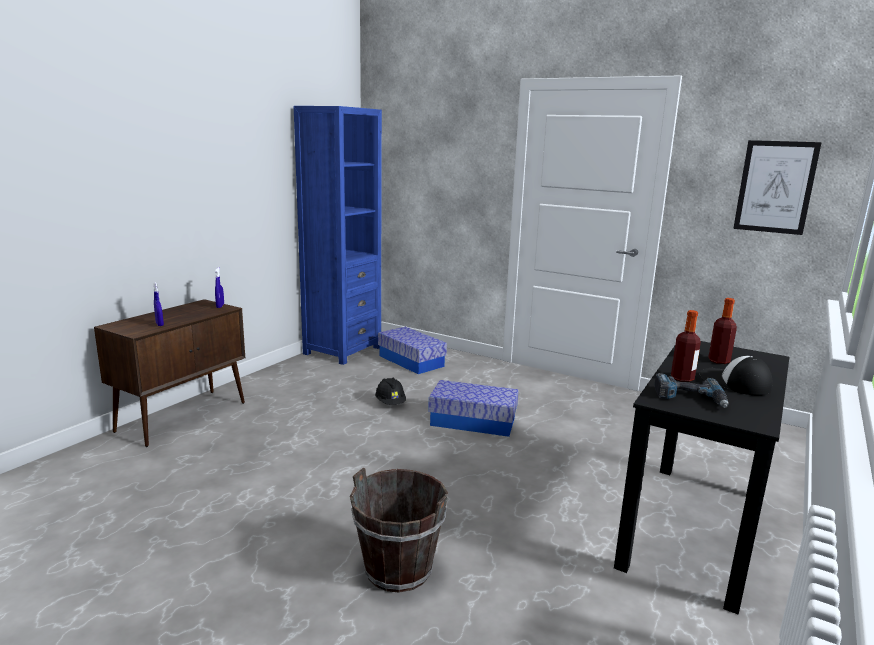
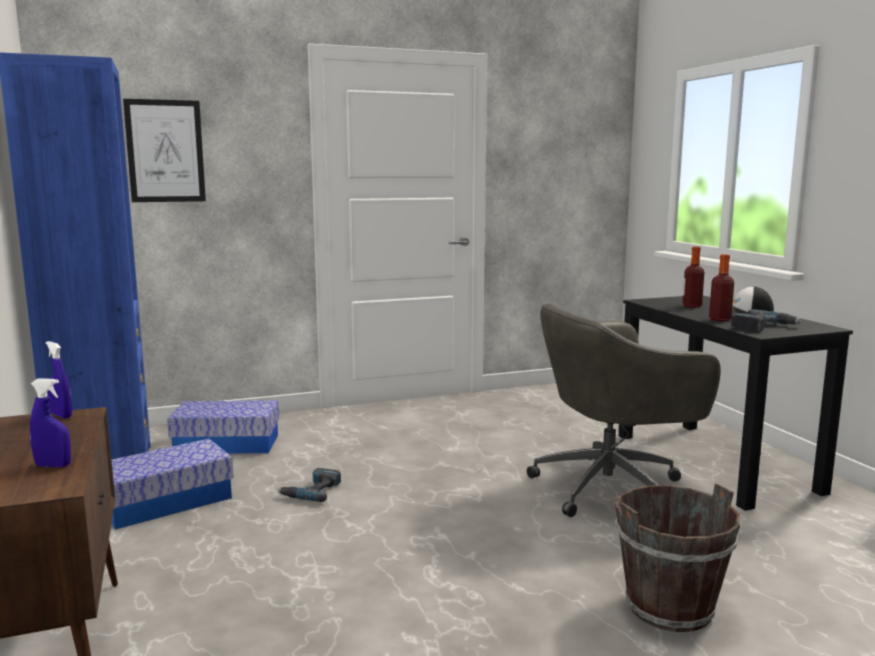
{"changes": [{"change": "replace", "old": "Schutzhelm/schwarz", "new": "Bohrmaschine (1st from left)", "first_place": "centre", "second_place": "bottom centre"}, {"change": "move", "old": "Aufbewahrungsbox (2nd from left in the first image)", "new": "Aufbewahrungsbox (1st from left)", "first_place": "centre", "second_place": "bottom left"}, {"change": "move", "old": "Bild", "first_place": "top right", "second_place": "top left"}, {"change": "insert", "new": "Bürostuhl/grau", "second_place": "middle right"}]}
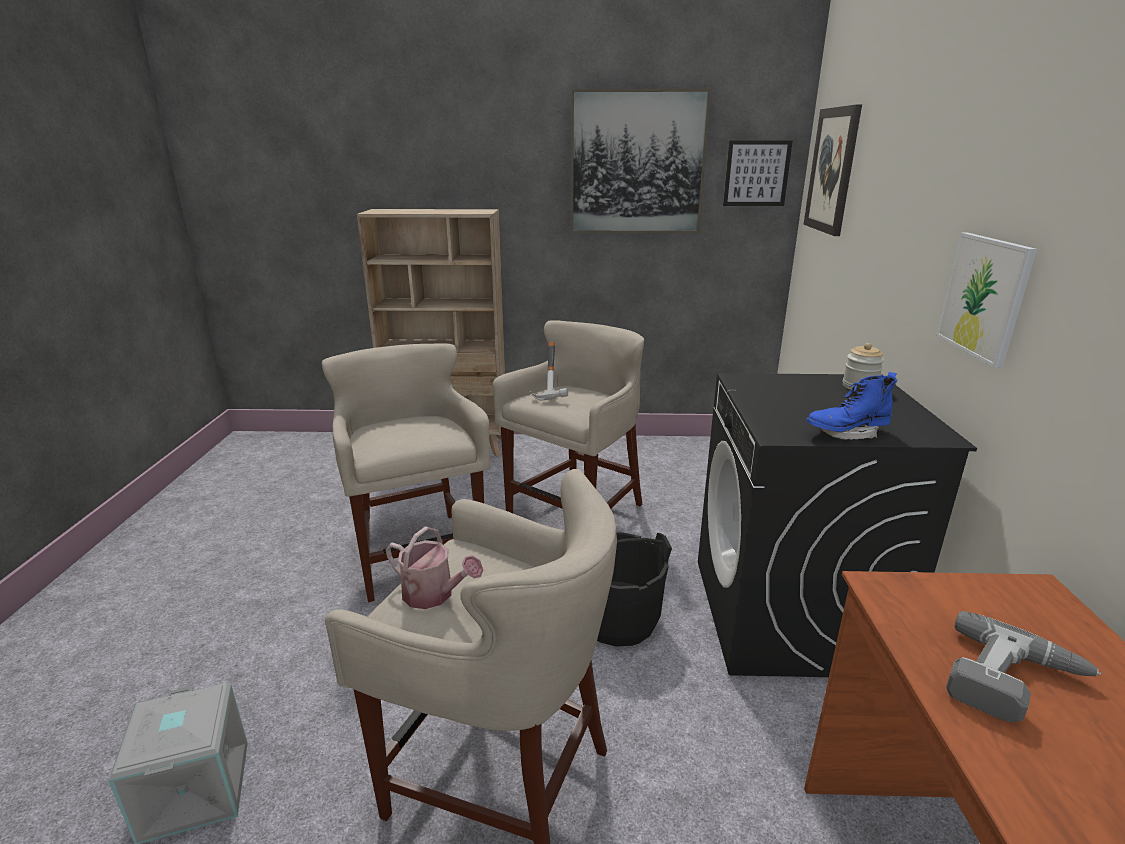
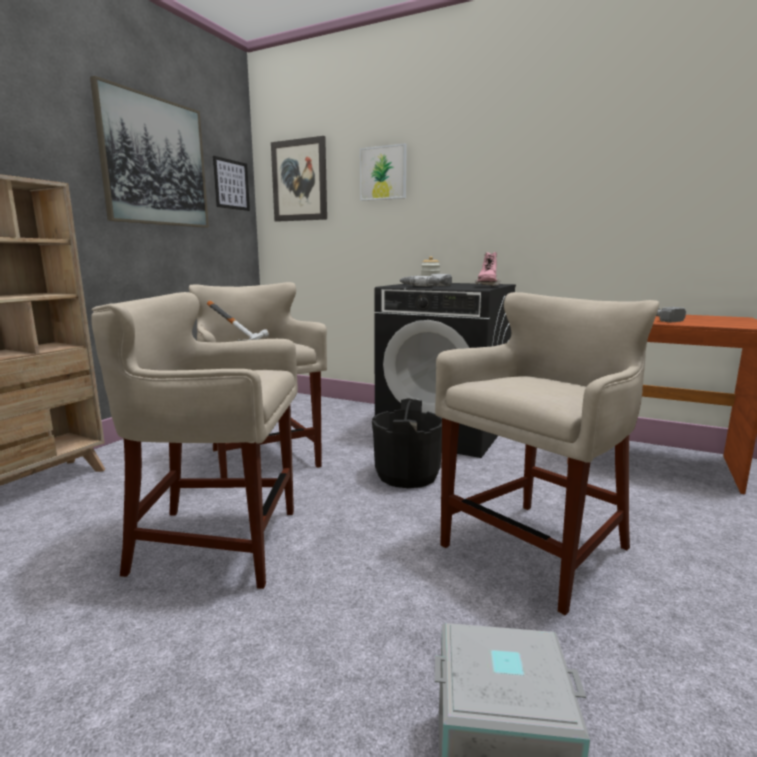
{"changes": [{"change": "delete", "old": "Gießkanne", "first_place": "bottom centre"}, {"change": "recolor", "old": "Stiefel/blau", "new": "Stiefel/rosa", "first_place": "middle right", "second_place": "centre"}, {"change": "move", "old": "Bild (4th from left)", "first_place": "middle right", "second_place": "top centre"}, {"change": "insert", "new": "Bohrmaschine (1st from left)", "second_place": "centre"}]}
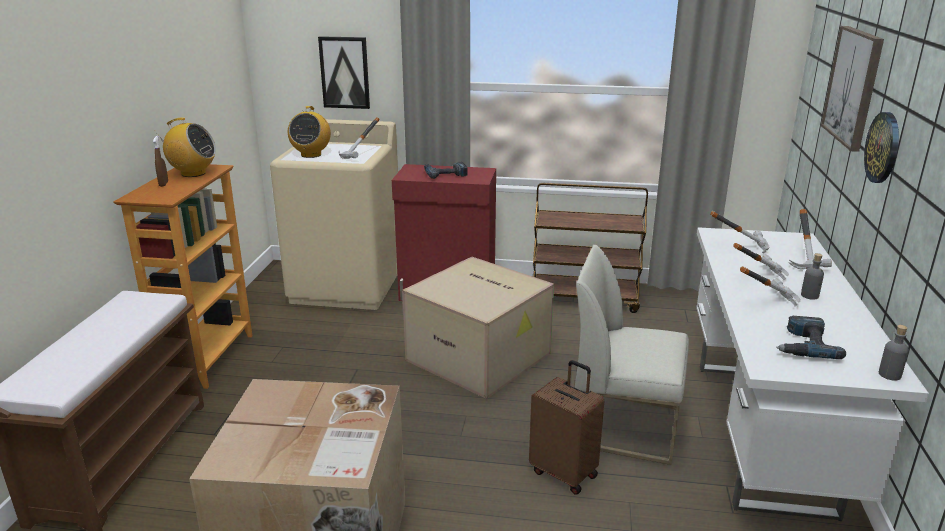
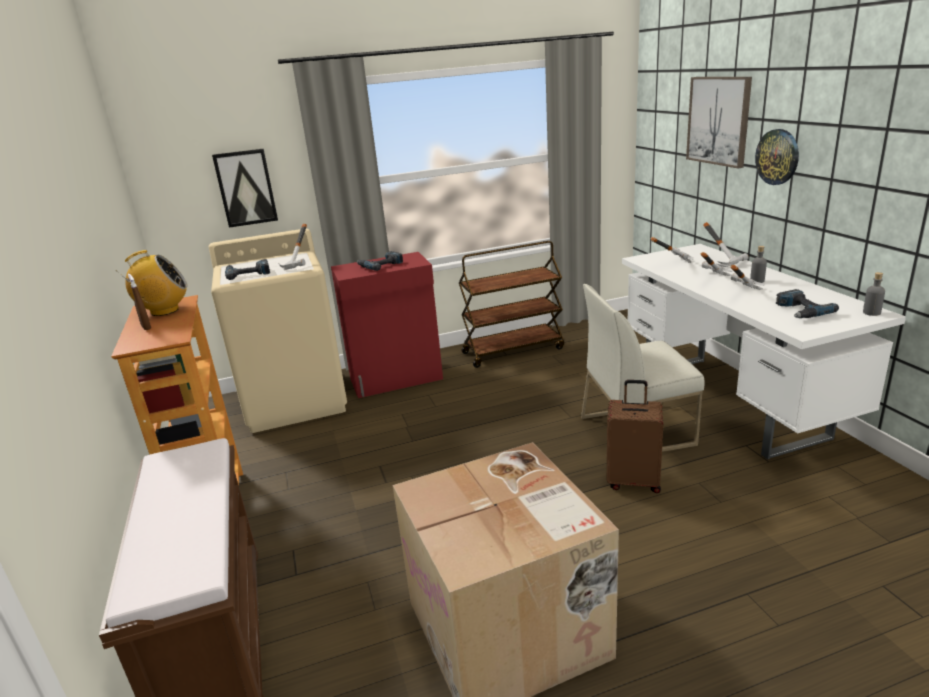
{"changes": [{"change": "replace", "old": "Radio (2nd from left)", "new": "Bohrmaschine (1st from left)", "first_place": "top left", "second_place": "middle left"}, {"change": "delete", "old": "Karton (2nd from left)", "first_place": "centre"}]}
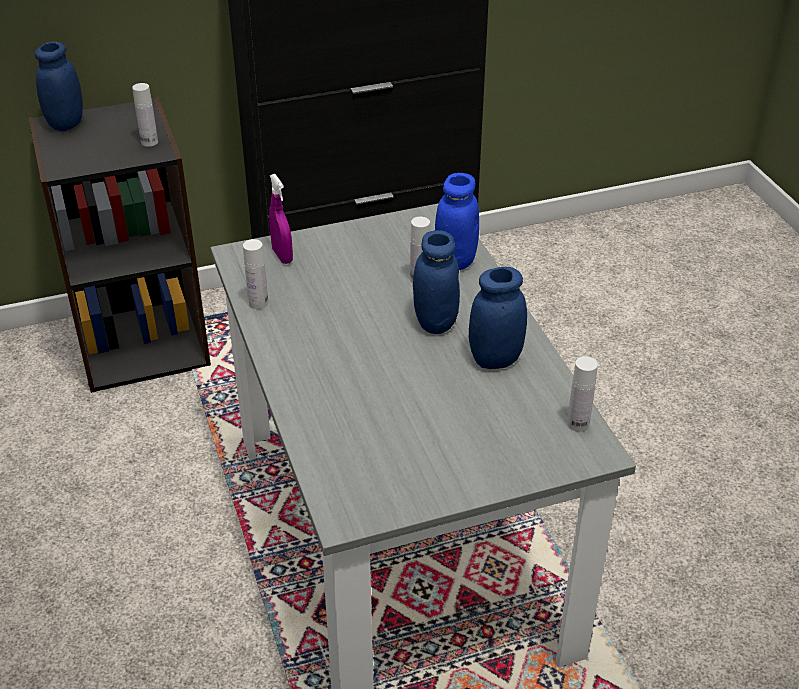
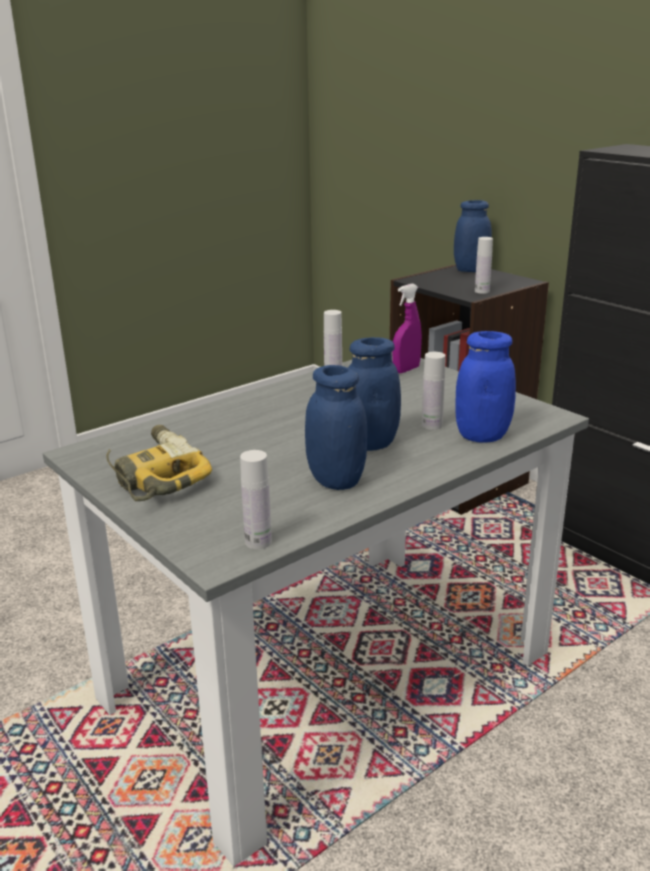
{"changes": [{"change": "insert", "new": "Bohrmaschine", "second_place": "middle left"}]}
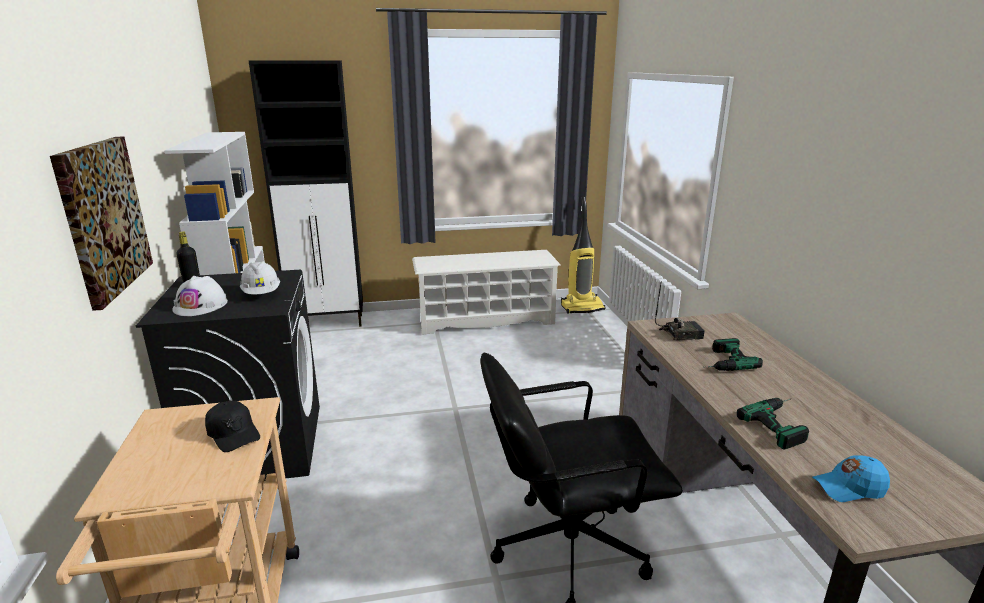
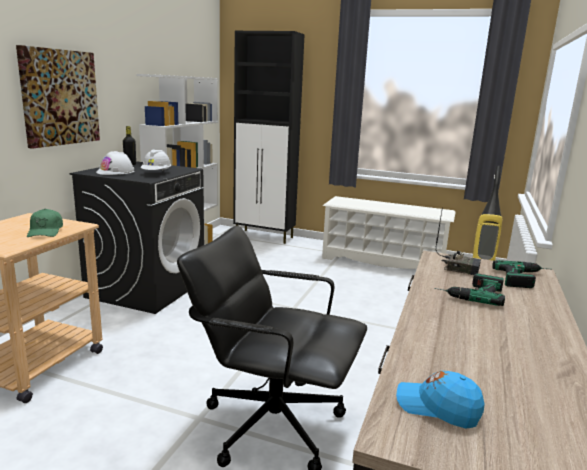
{"changes": [{"change": "recolor", "old": "Kappe/schwarz", "new": "Kappe/grün", "first_place": "bottom left", "second_place": "middle left"}, {"change": "move", "old": "Bohrmaschine (2nd from left)", "first_place": "bottom right", "second_place": "middle right"}]}
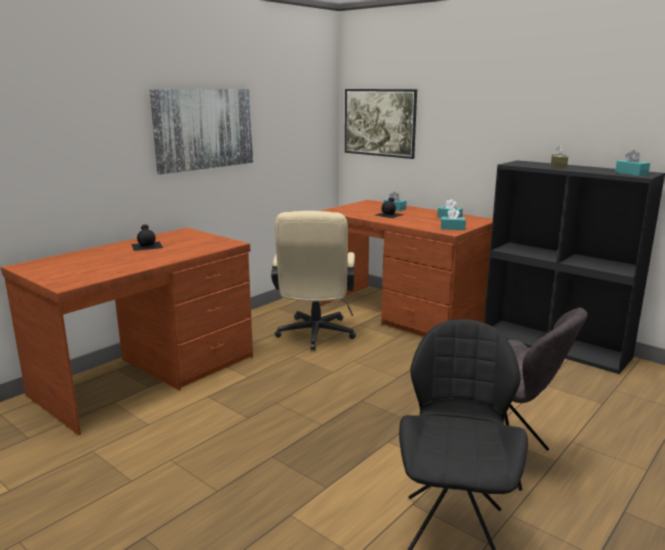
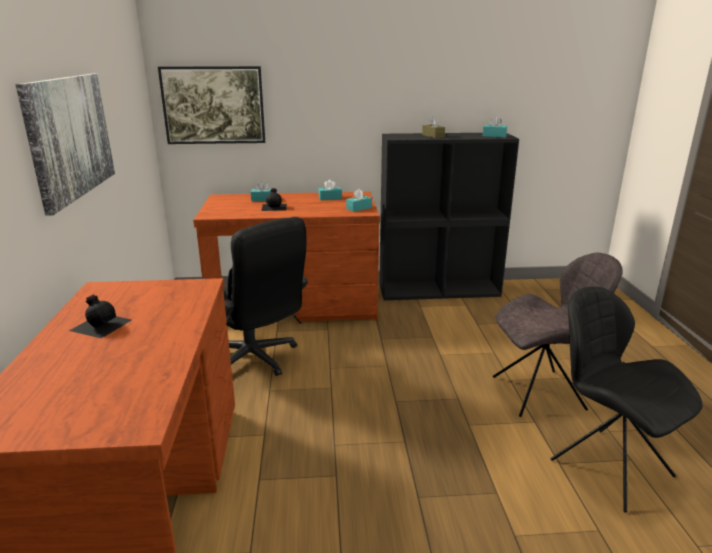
{"changes": [{"change": "recolor", "old": "Bürostuhl/beige", "new": "Bürostuhl/schwarz", "first_place": "centre", "second_place": "centre"}]}
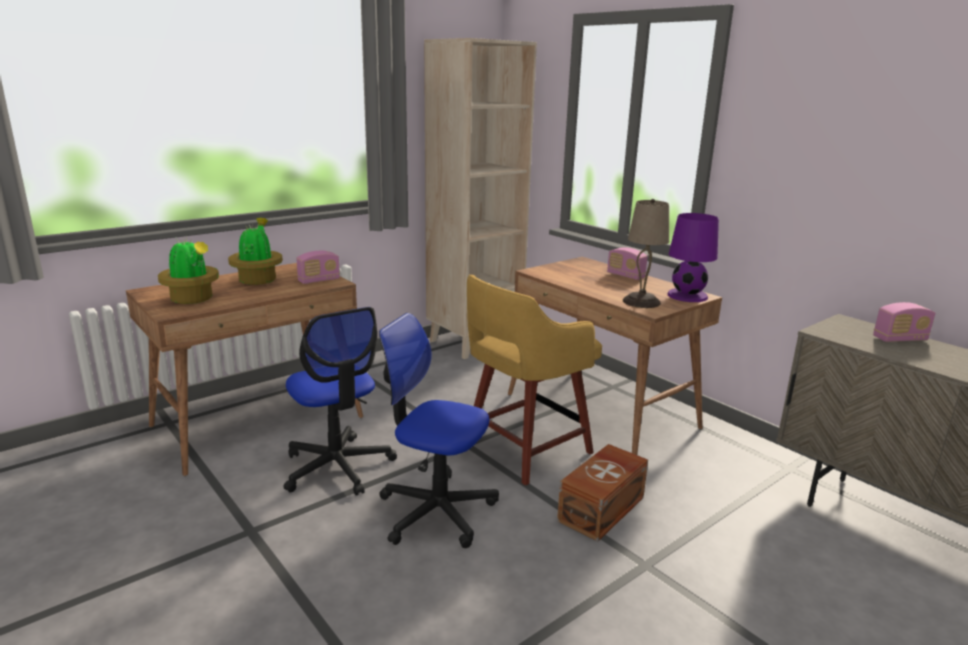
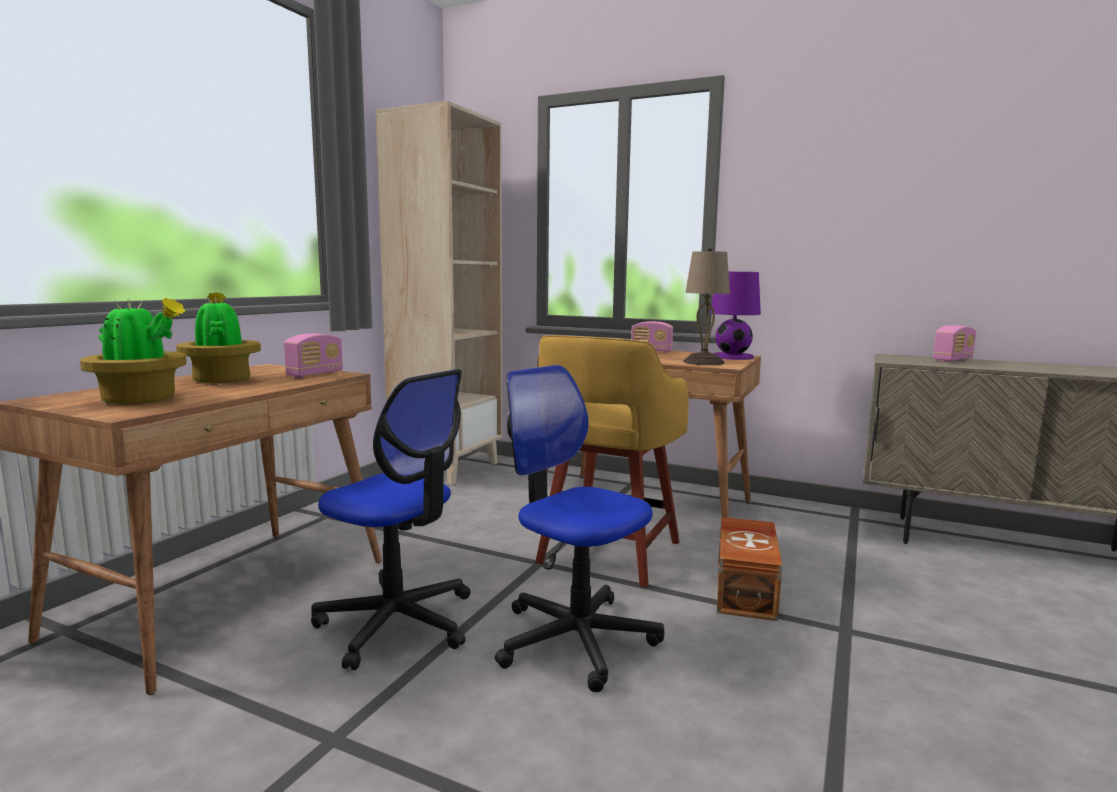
{"changes": [{"change": "rotate", "old": "Bürostuhl (2nd from left)", "first_place": "bottom centre", "second_place": "bottom centre", "degrees": 45}]}
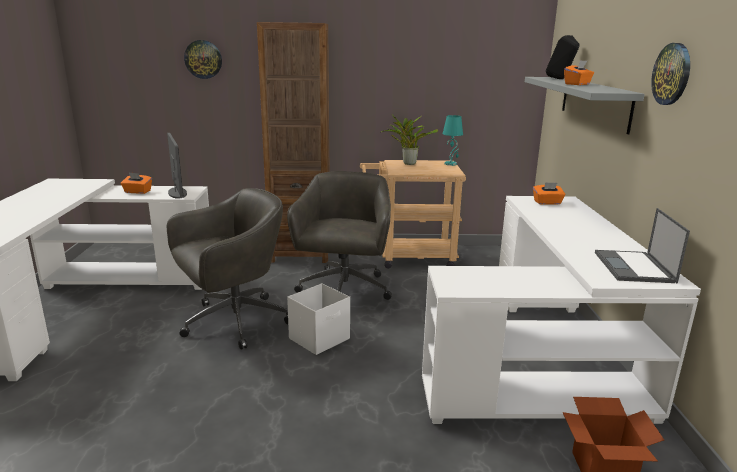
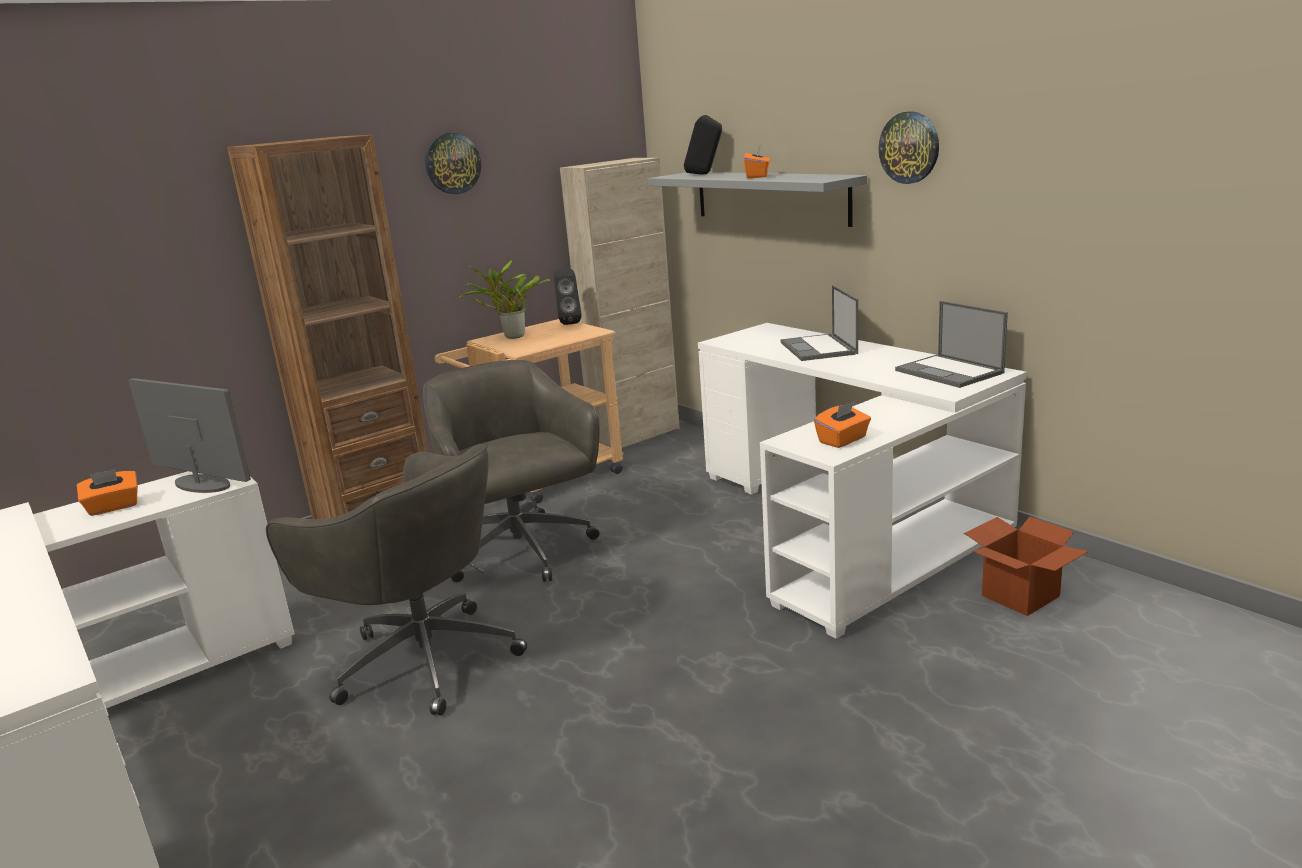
{"changes": [{"change": "rotate", "old": "Bürostuhl/grau (1st from left)", "first_place": "middle left", "second_place": "bottom left", "degrees": 105}, {"change": "move", "old": "Wanduhr (1st from left)", "first_place": "top left", "second_place": "top centre"}, {"change": "delete", "old": "Aufbewahrungsbox/weiß", "first_place": "bottom centre"}, {"change": "replace", "old": "Tischlampe/türkis", "new": "Lautsprecher/schwarz (1st from left)", "first_place": "top centre", "second_place": "centre"}, {"change": "move", "old": "Taschentuchbox/orange (2nd from left in the first image)", "new": "Taschentuchbox/orange (3rd from left)", "first_place": "middle right", "second_place": "centre"}, {"change": "insert", "new": "Schrank/beige", "second_place": "centre"}, {"change": "insert", "new": "Laptop (1st from left)", "second_place": "centre"}]}
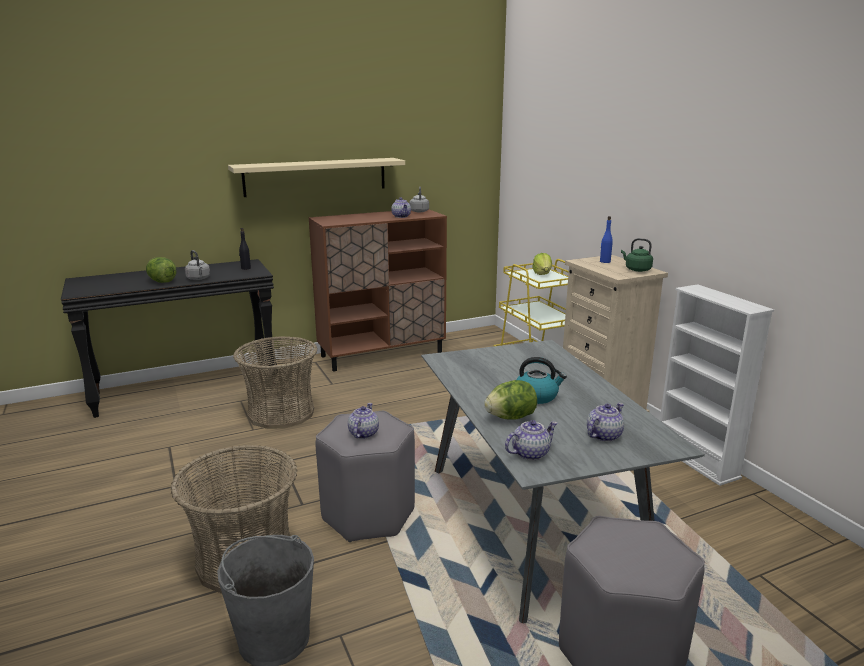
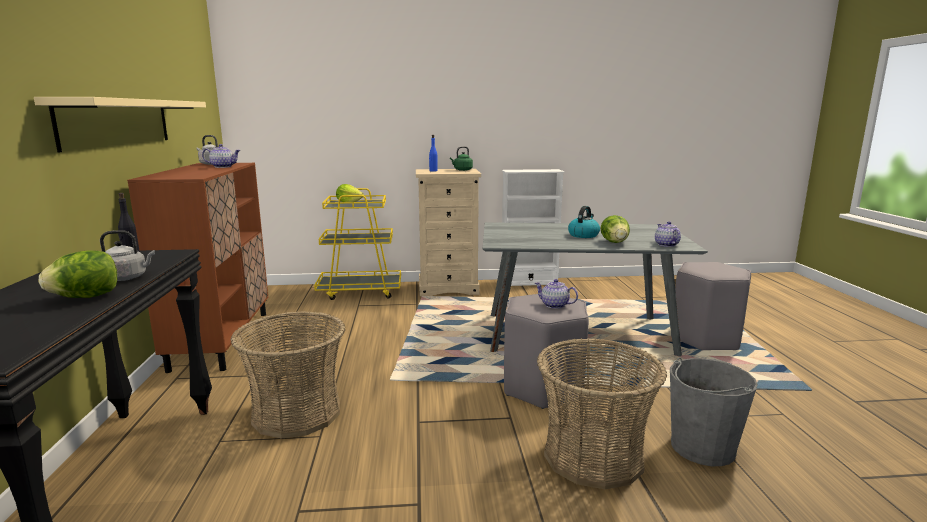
{"changes": [{"change": "delete", "old": "Teekanne (4th from left)", "first_place": "middle right"}]}
